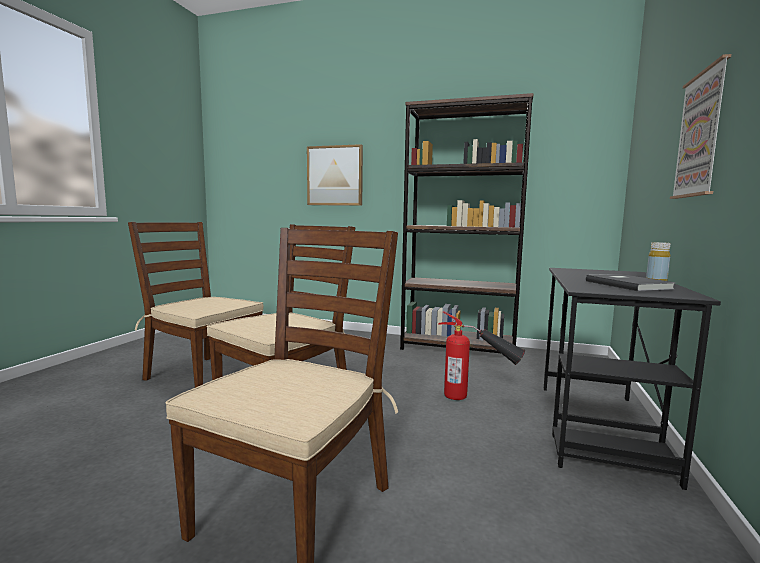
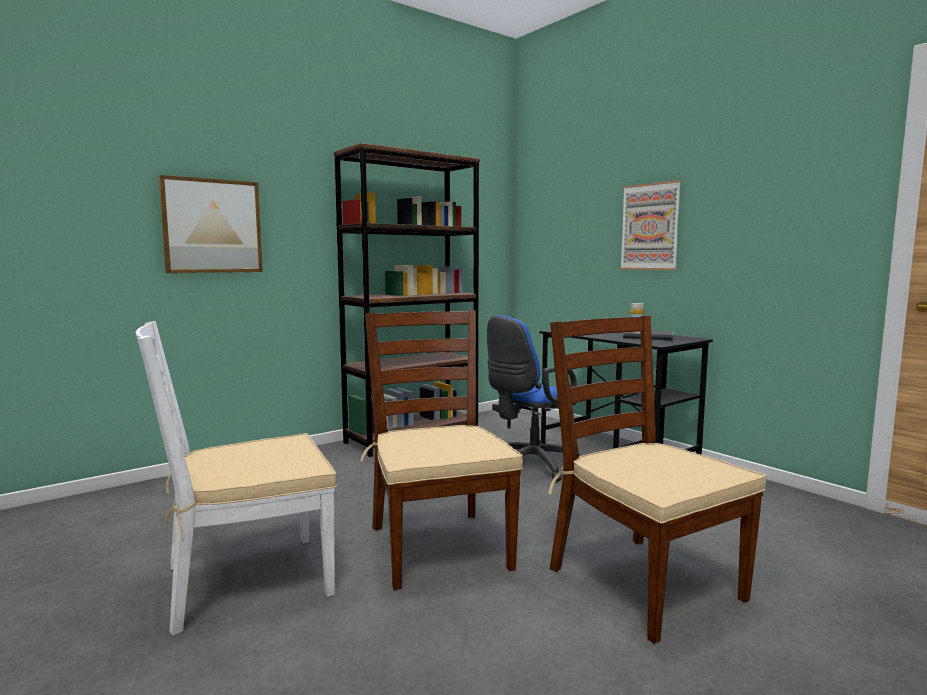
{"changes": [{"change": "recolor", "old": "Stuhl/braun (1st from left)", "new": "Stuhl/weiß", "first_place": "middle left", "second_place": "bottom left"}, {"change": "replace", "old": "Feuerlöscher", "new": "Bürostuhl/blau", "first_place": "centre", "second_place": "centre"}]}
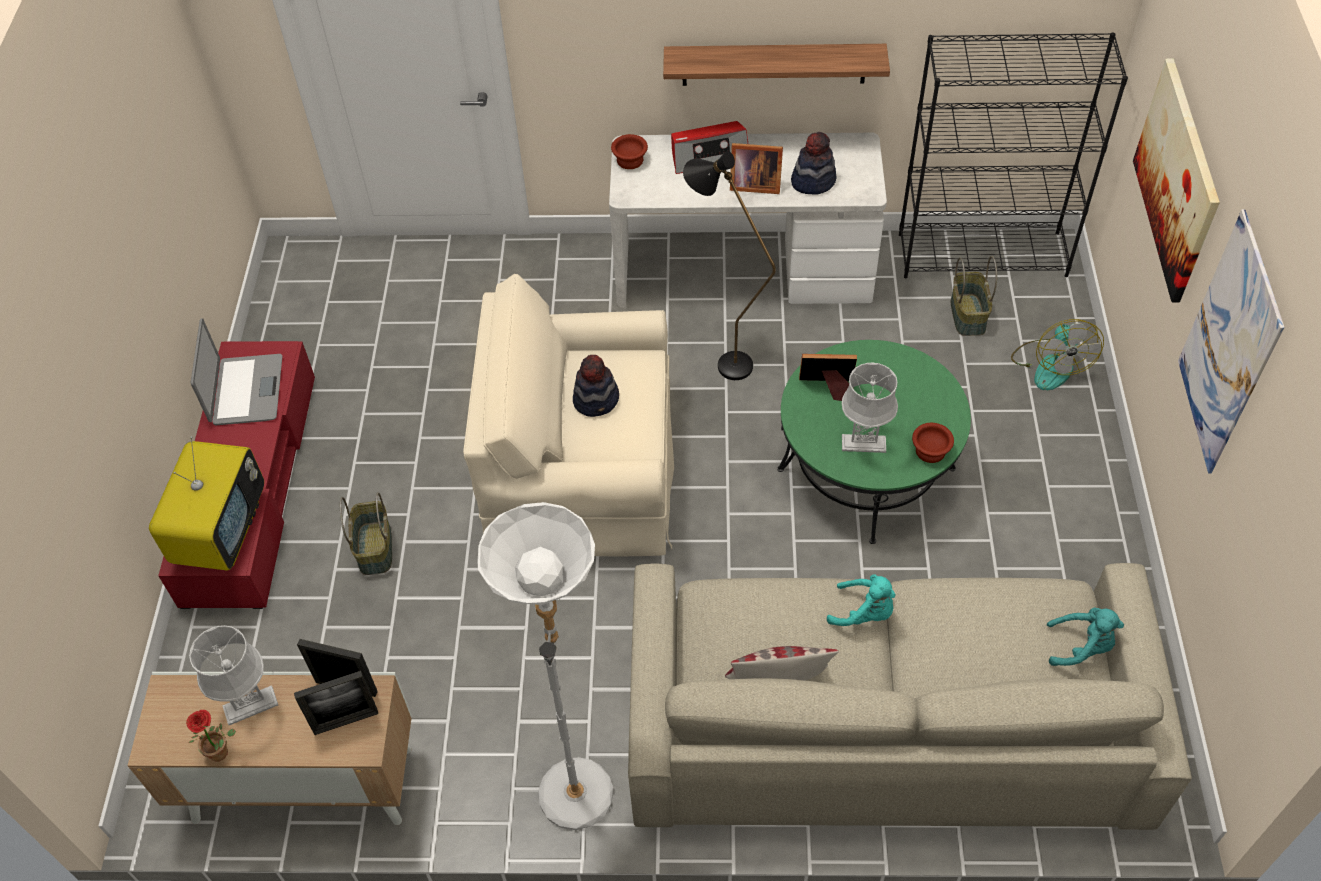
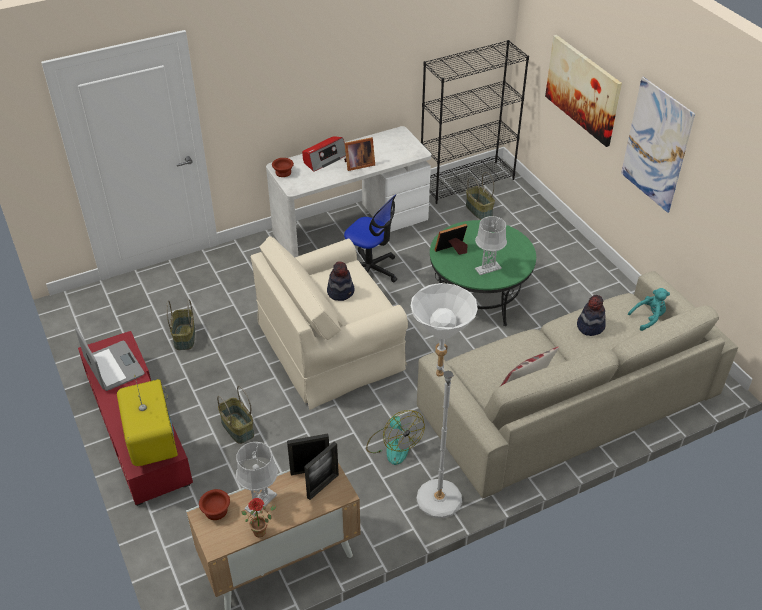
{"changes": [{"change": "delete", "old": "Wandregal", "first_place": "top centre"}, {"change": "replace", "old": "Stehlampe/schwarz", "new": "Bürostuhl", "first_place": "top centre", "second_place": "centre"}, {"change": "move", "old": "Hut (2nd from left)", "first_place": "top centre", "second_place": "middle right"}, {"change": "delete", "old": "Plüschtier/türkis (1st from left)", "first_place": "bottom centre"}, {"change": "move", "old": "Schüssel/braun (2nd from left in the first image)", "new": "Schüssel/braun (1st from left)", "first_place": "middle right", "second_place": "bottom left"}, {"change": "move", "old": "Ventilator", "first_place": "middle right", "second_place": "bottom centre"}, {"change": "insert", "new": "Korb (1st from left)", "second_place": "middle left"}]}
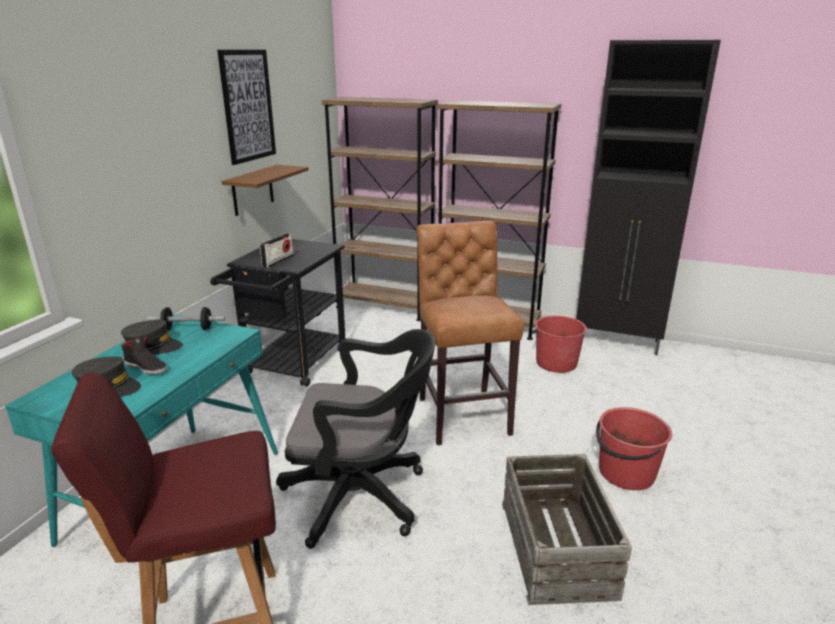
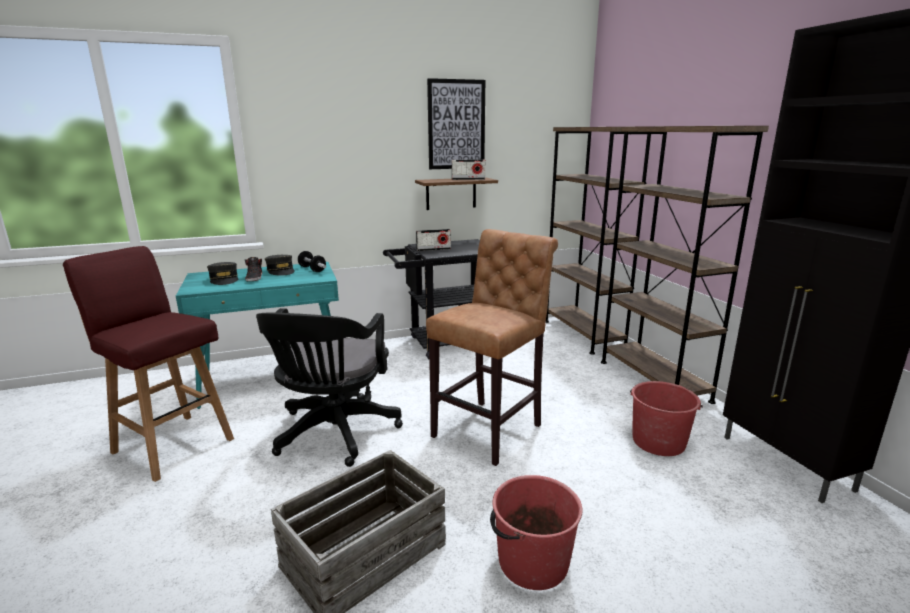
{"changes": [{"change": "rotate", "old": "Bürostuhl/schwarz", "first_place": "bottom centre", "second_place": "centre", "degrees": 45}, {"change": "insert", "new": "Radio (2nd from left)", "second_place": "top centre"}]}
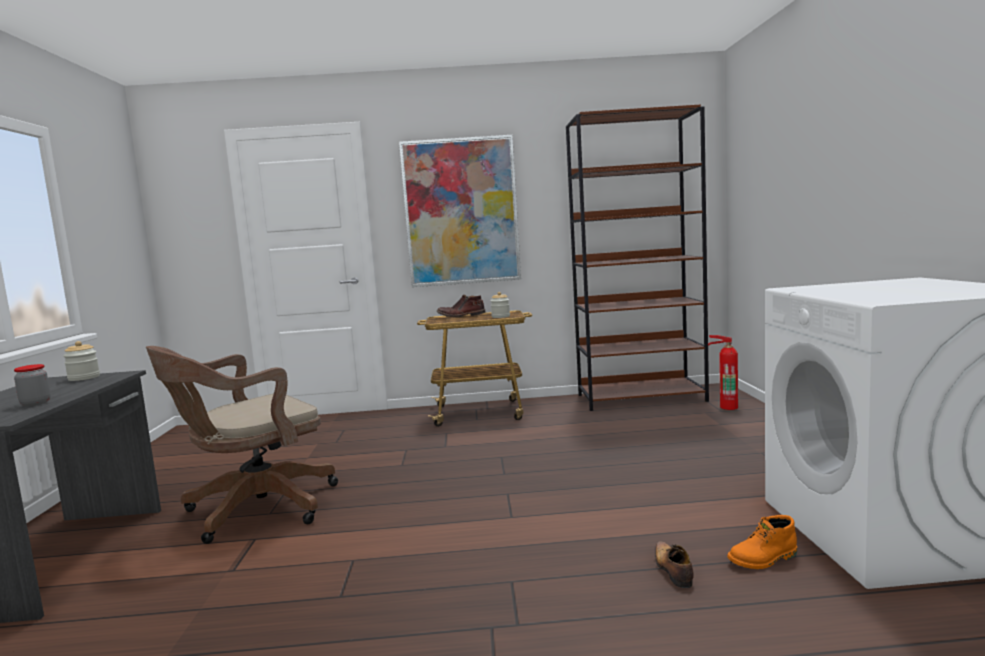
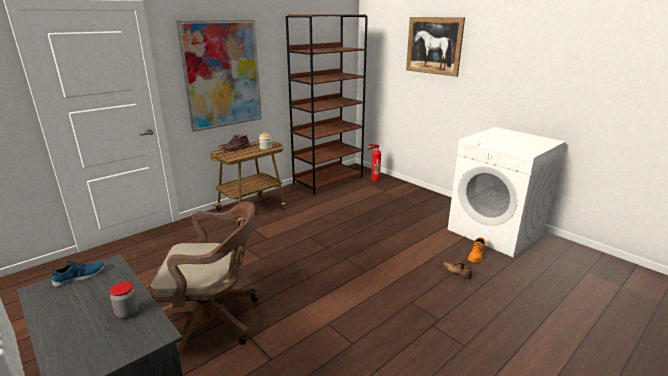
{"changes": [{"change": "replace", "old": "Vorratsglas (2nd from left)", "new": "Schuh (1st from left)", "first_place": "middle left", "second_place": "bottom left"}, {"change": "rotate", "old": "Bürostuhl/braun", "first_place": "bottom left", "second_place": "bottom left", "degrees": -105}, {"change": "insert", "new": "Bild (2nd from left)", "second_place": "top centre"}]}
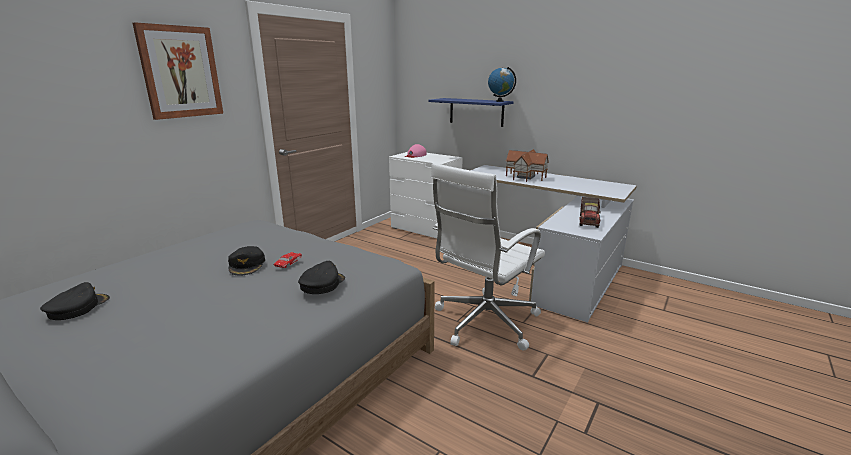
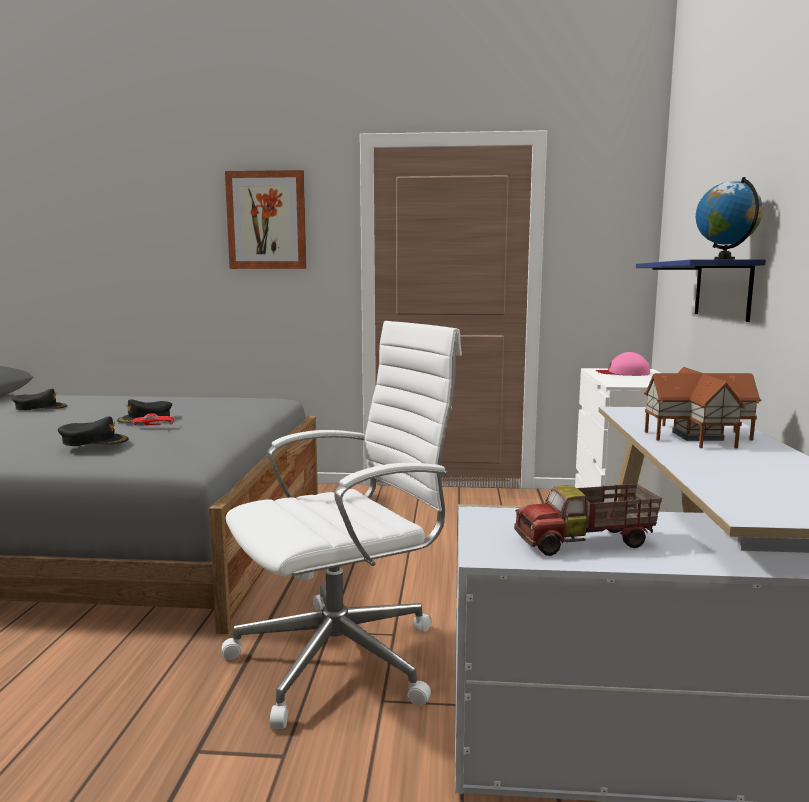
{"changes": [{"change": "rotate", "old": "Bürostuhl/weiß", "first_place": "centre", "second_place": "centre", "degrees": 135}]}
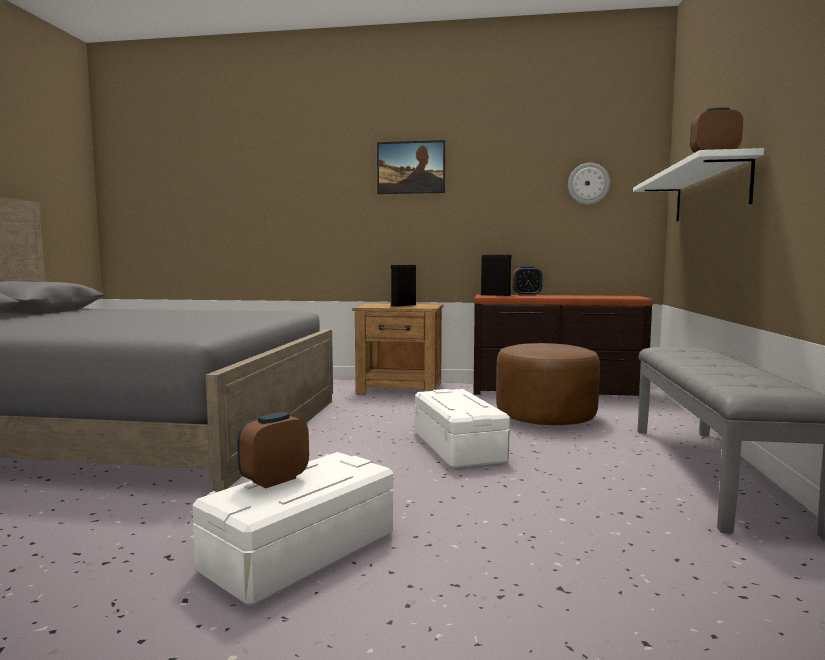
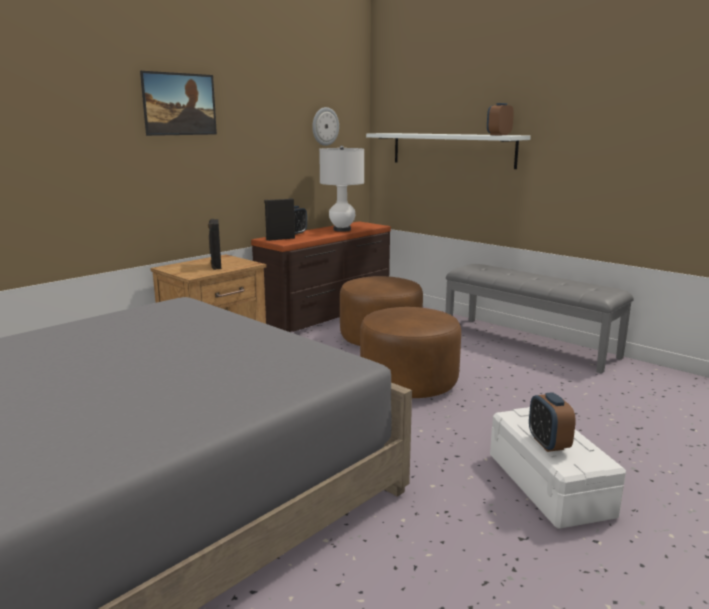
{"changes": [{"change": "replace", "old": "Aufbewahrungsbox/weiß (2nd from left)", "new": "Polsterhocker/braun (2nd from left)", "first_place": "centre", "second_place": "centre"}, {"change": "insert", "new": "Tischlampe/weiß", "second_place": "top centre"}]}
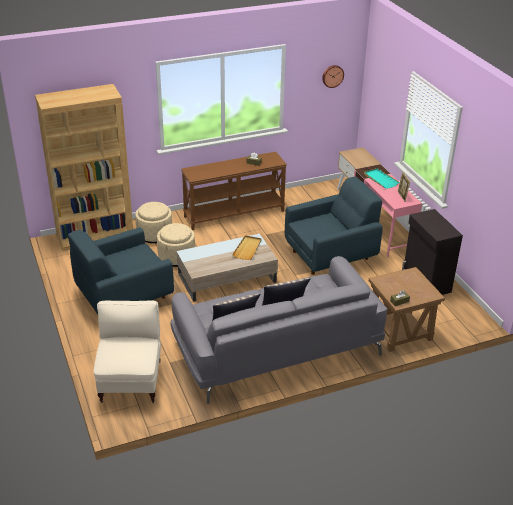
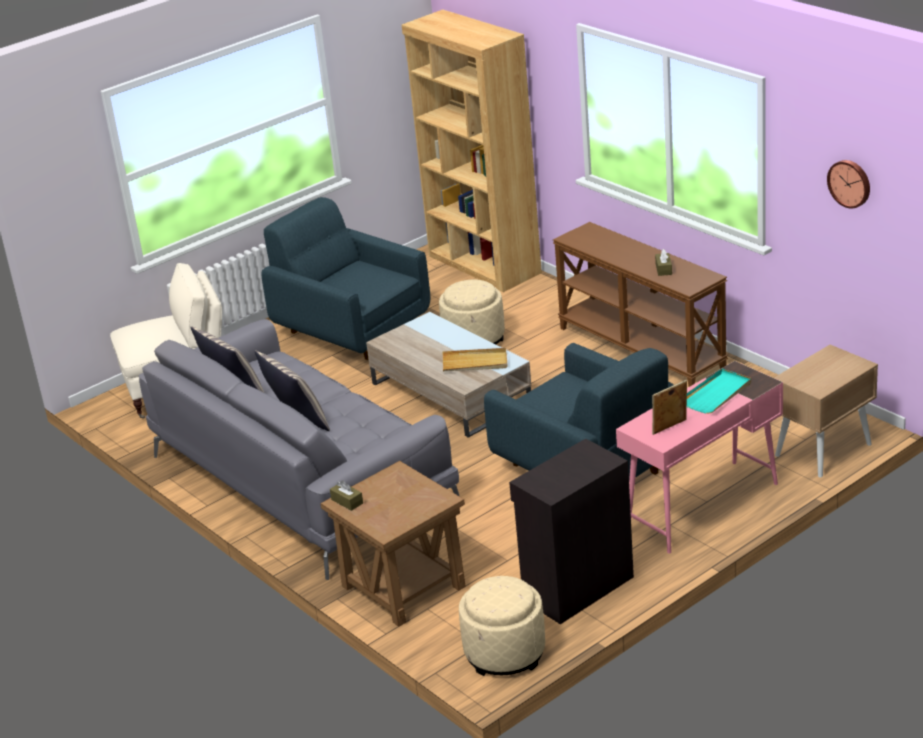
{"changes": [{"change": "move", "old": "Polsterhocker/beige (1st from left in the first image)", "new": "Polsterhocker/beige (2nd from left)", "first_place": "middle left", "second_place": "bottom centre"}]}
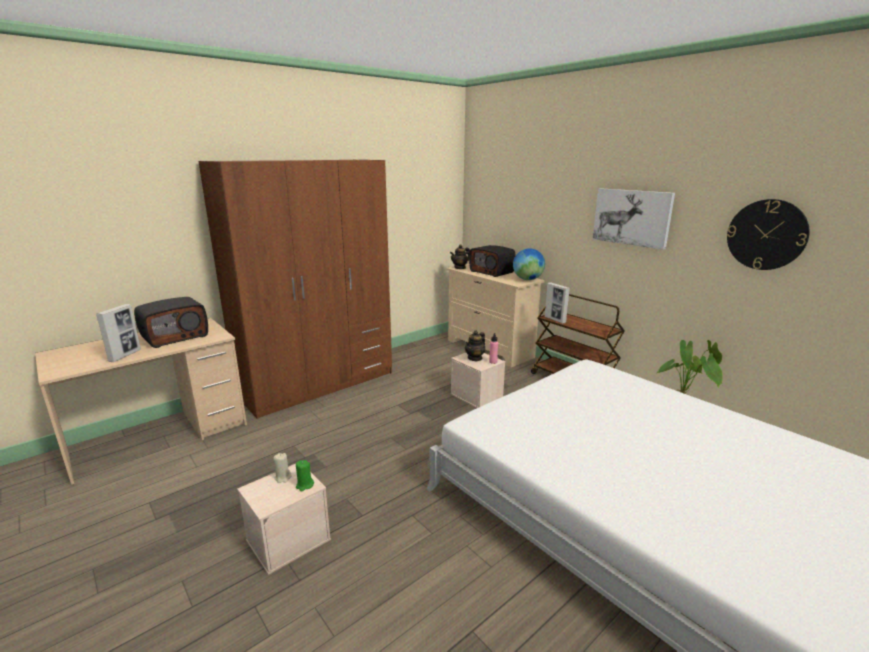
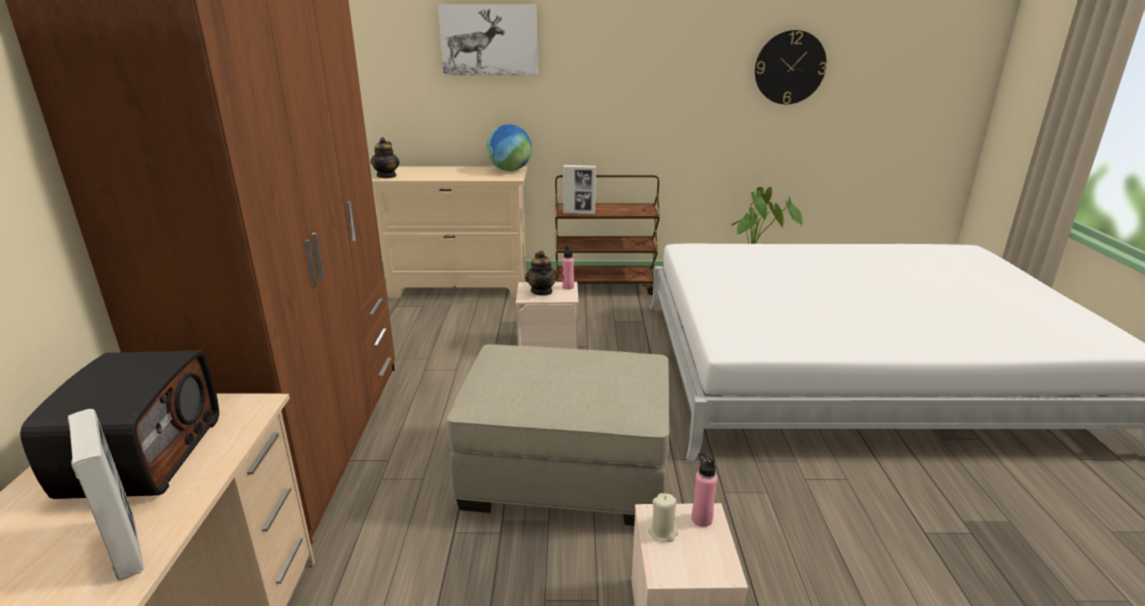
{"changes": [{"change": "replace", "old": "Kerze/grün", "new": "Flasche/rosa (2nd from left)", "first_place": "bottom centre", "second_place": "bottom centre"}, {"change": "delete", "old": "Radio (2nd from left)", "first_place": "centre"}, {"change": "move", "old": "Bild", "first_place": "middle right", "second_place": "top centre"}, {"change": "insert", "new": "Polsterhocker/beige", "second_place": "bottom centre"}]}
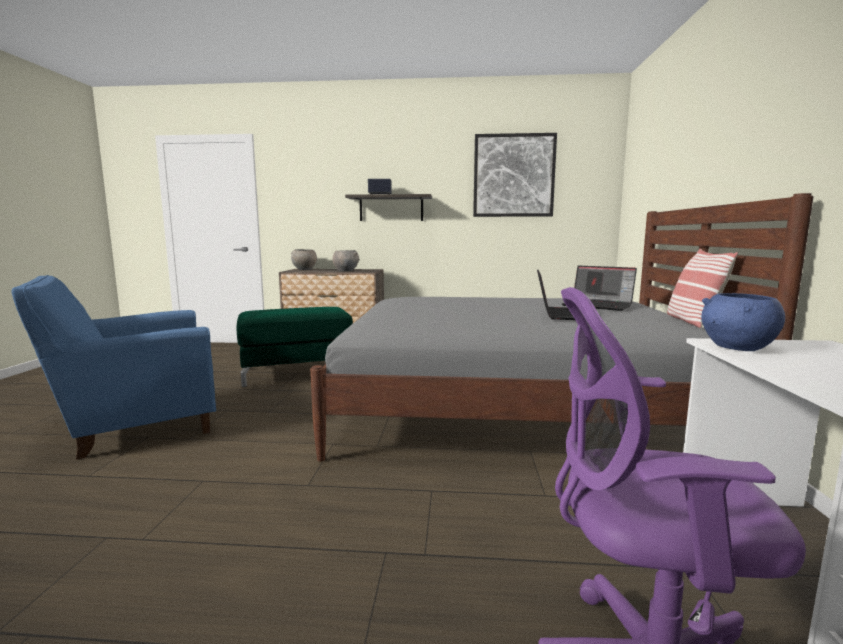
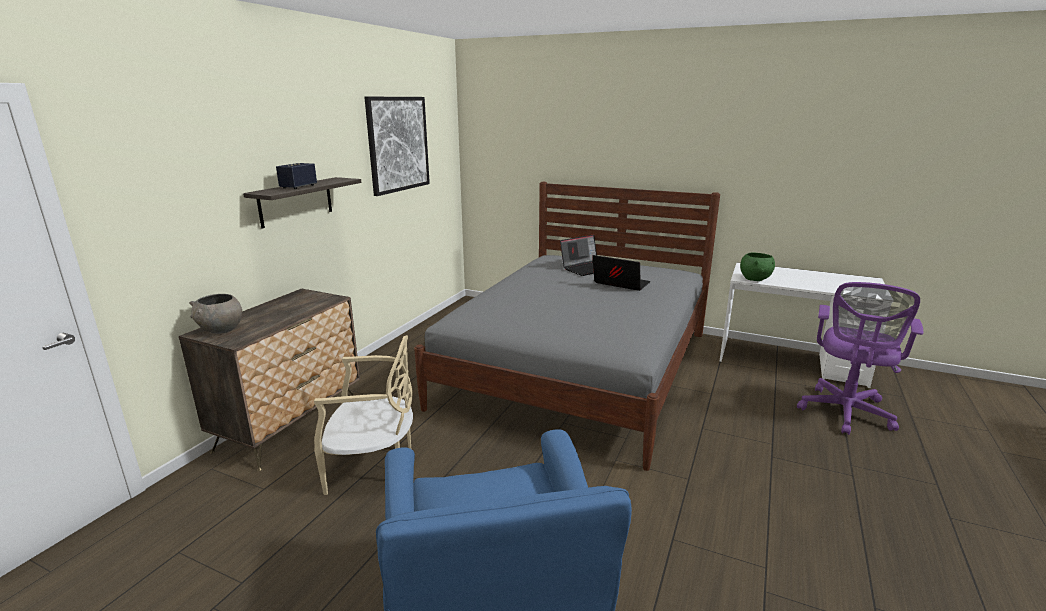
{"changes": [{"change": "replace", "old": "Polsterhocker/grün", "new": "Stuhl/beige", "first_place": "centre", "second_place": "bottom centre"}, {"change": "delete", "old": "Schüssel/grau (2nd from left)", "first_place": "centre"}, {"change": "delete", "old": "Kissen", "first_place": "middle right"}, {"change": "recolor", "old": "Schüssel/blau", "new": "Schüssel/grün", "first_place": "middle right", "second_place": "middle right"}]}
